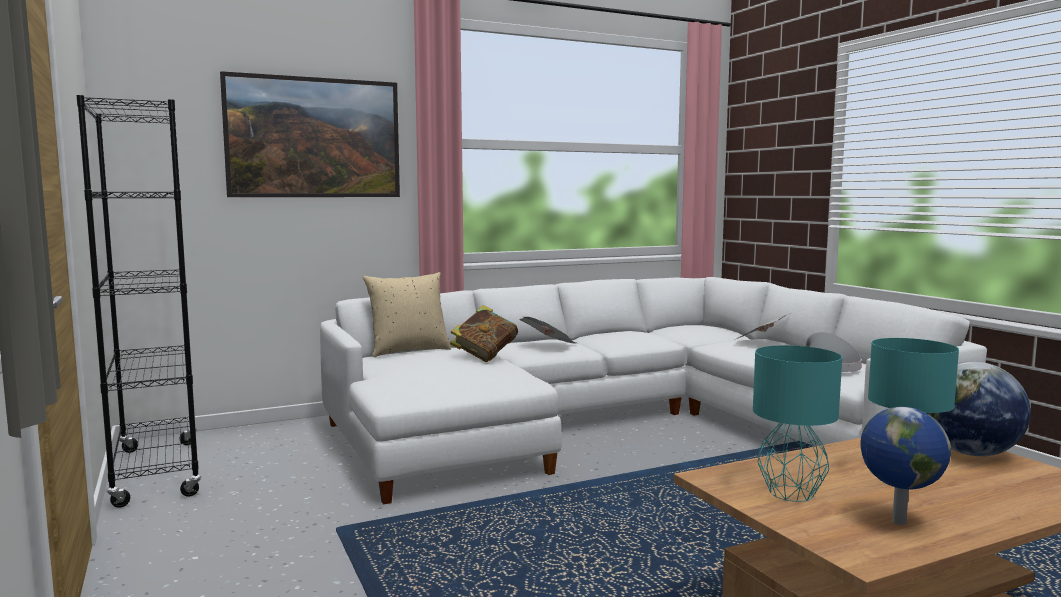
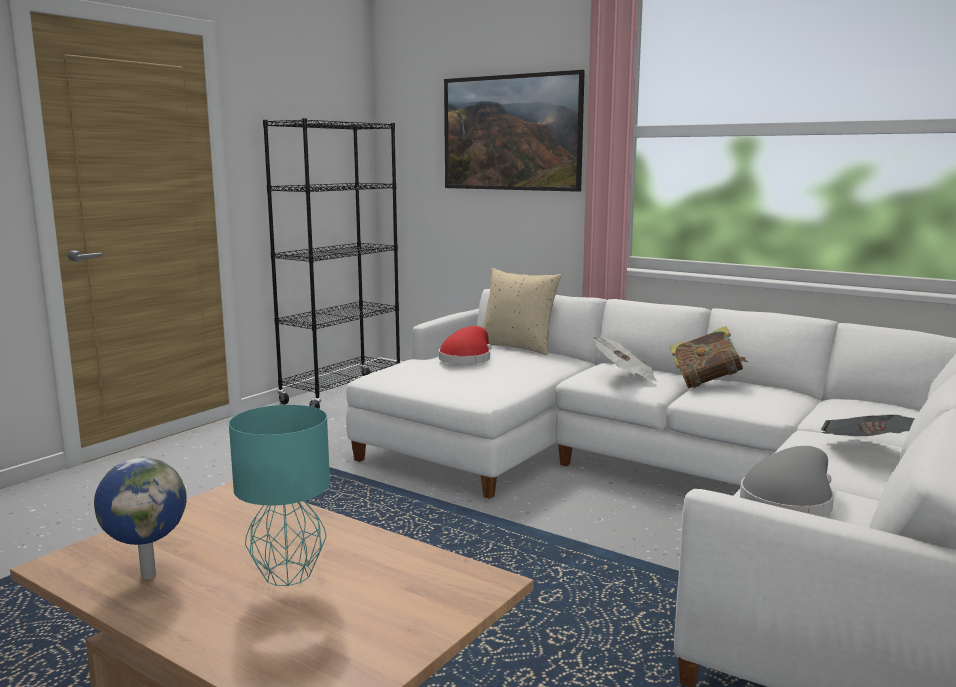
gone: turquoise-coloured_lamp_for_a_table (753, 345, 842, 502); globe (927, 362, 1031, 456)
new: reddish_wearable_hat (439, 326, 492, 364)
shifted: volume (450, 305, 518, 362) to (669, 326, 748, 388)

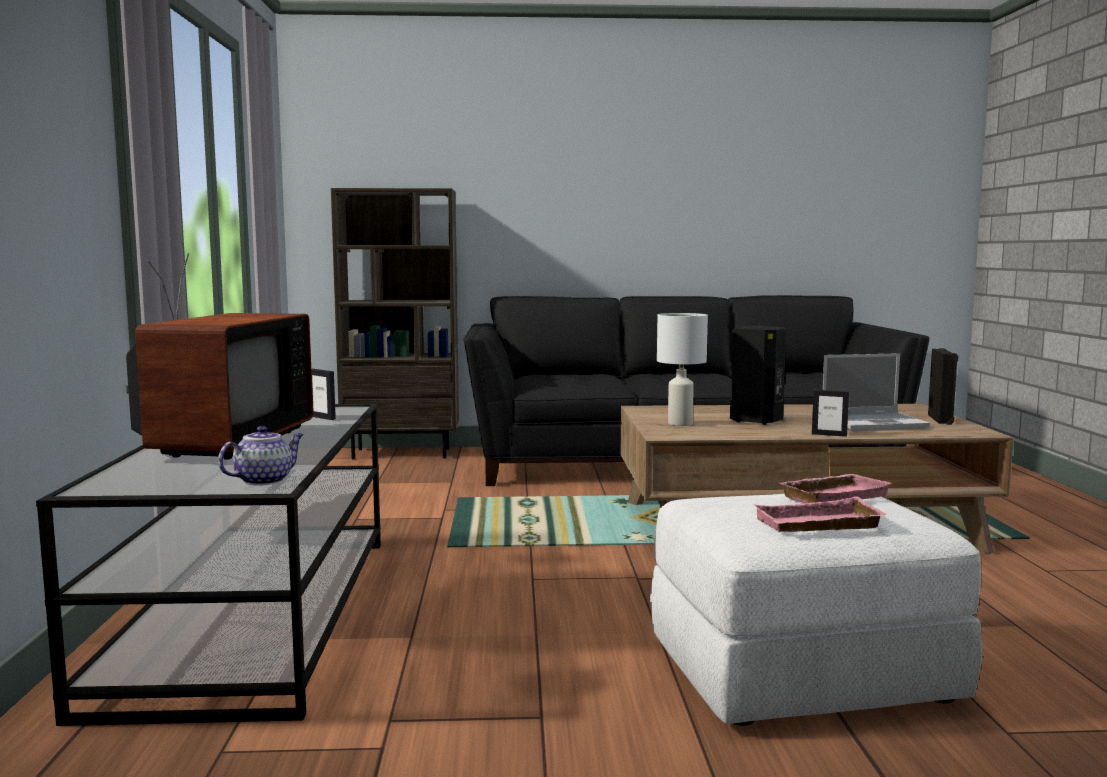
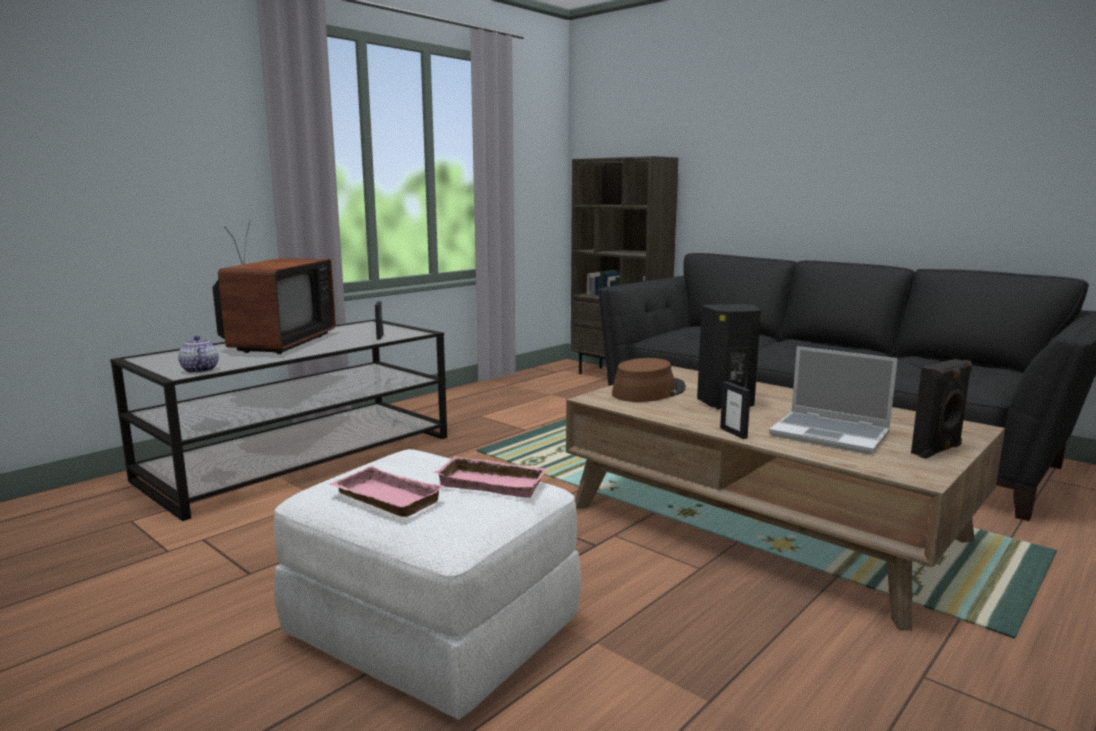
swapped: white-coloured_lamp_for_a_table (657, 313, 708, 426) to brown_wearable_hat (612, 358, 686, 402)
rotated: TV (126, 254, 313, 460) = (213, 220, 336, 354) 45 degrees counterclockwise; tea_pot (218, 426, 304, 486) = (178, 336, 219, 373) 120 degrees counterclockwise

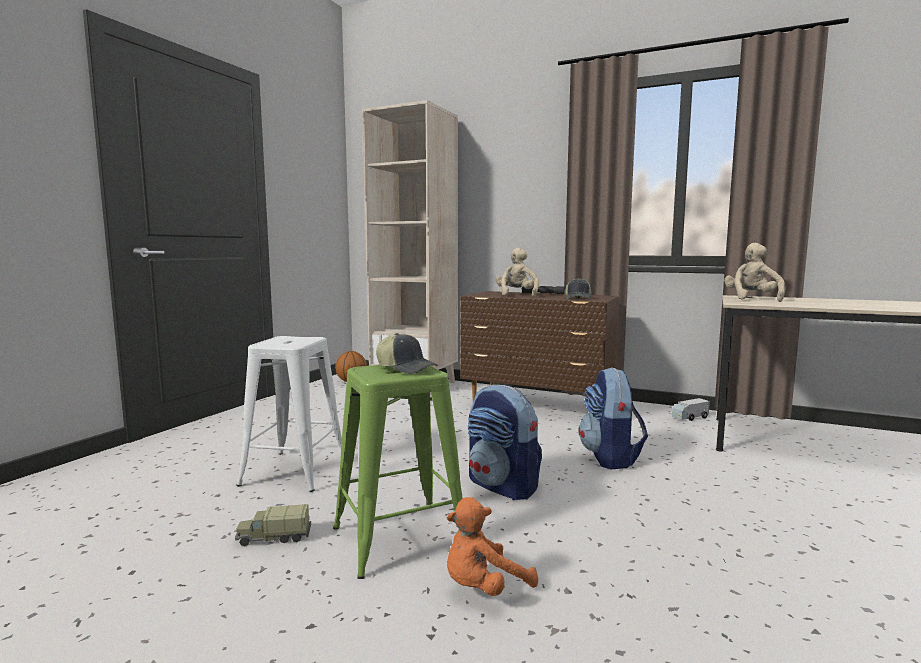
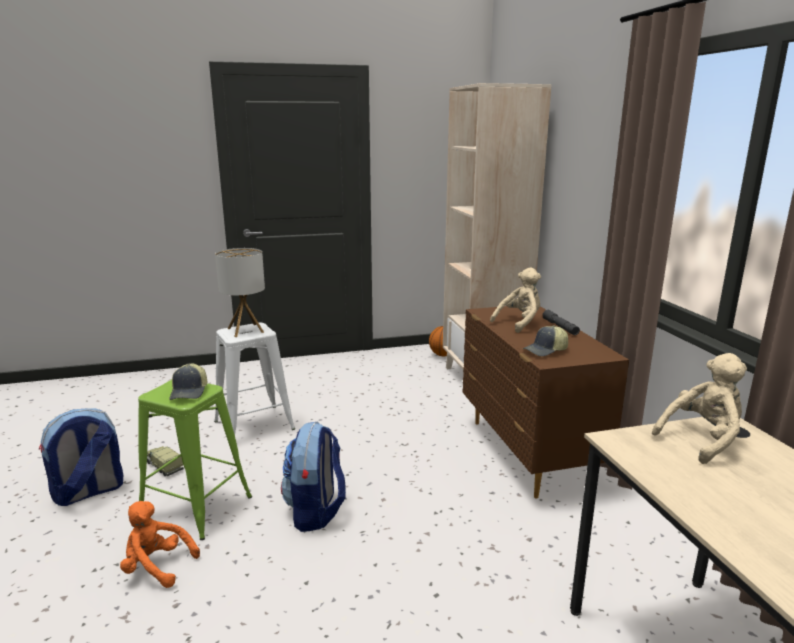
gone: toy_lorry (672, 398, 710, 421)
new: lamp_for_a_table (215, 248, 265, 337)
shifted: backpack (579, 367, 648, 469) to (39, 408, 123, 506)

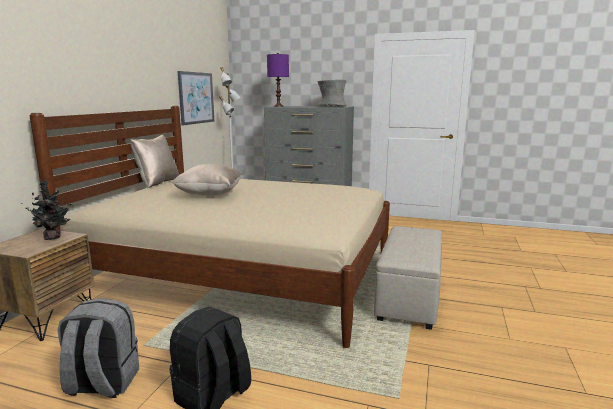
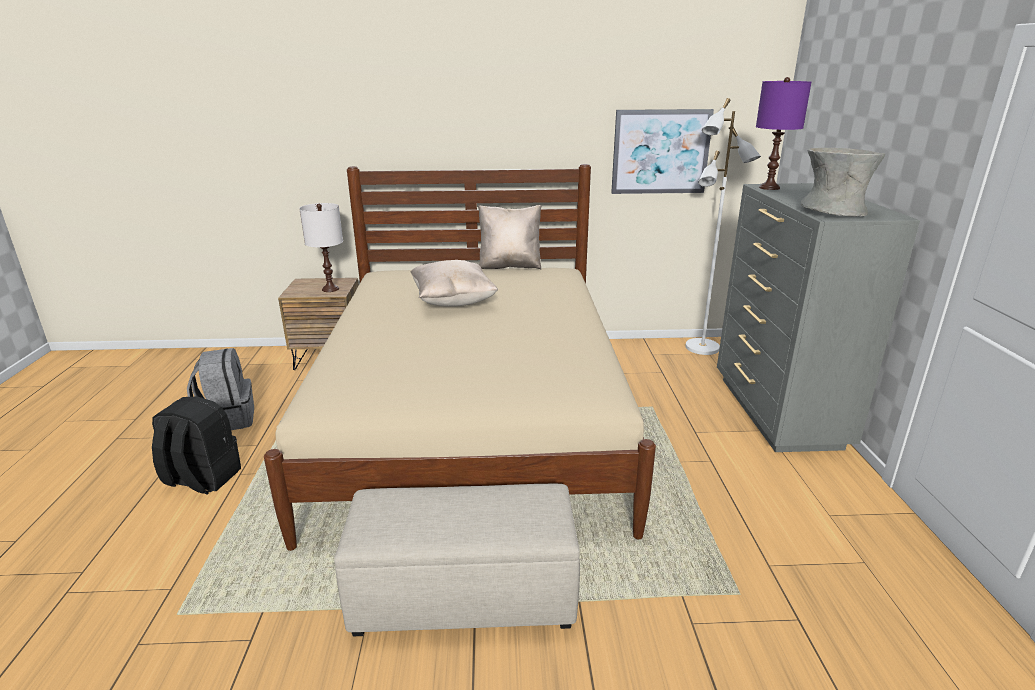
swapped: potted_plant (25, 179, 74, 240) to white-coloured_lamp_for_a_table (299, 203, 343, 292)

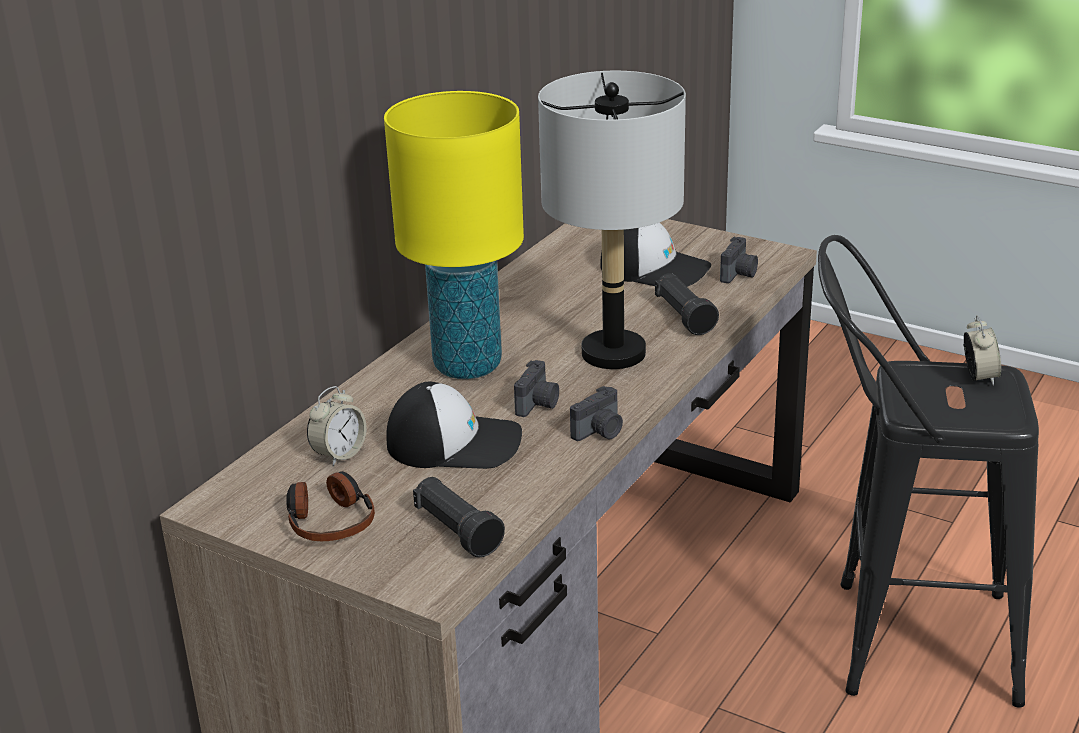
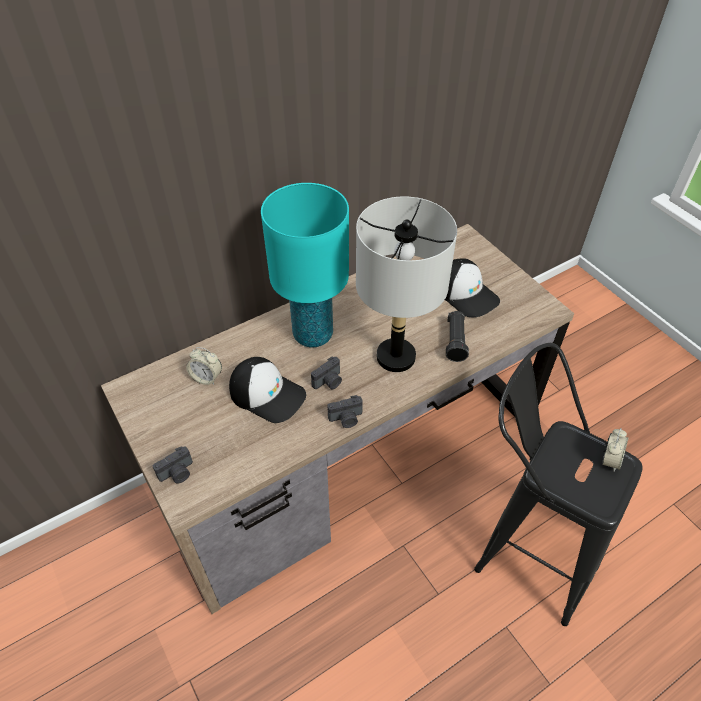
gone: pair_of_headphones (286, 471, 375, 541); blackish_hand_torch (413, 477, 505, 557)
shifted: photo_camera (720, 237, 758, 283) to (153, 446, 193, 483)
repainted: yellow-coloured_lamp_for_a_table (384, 91, 524, 379) to turquoise-coloured_lamp_for_a_table (261, 183, 349, 348)
rotated: bedside_clock (307, 386, 366, 466) = (186, 347, 222, 385) 45 degrees clockwise

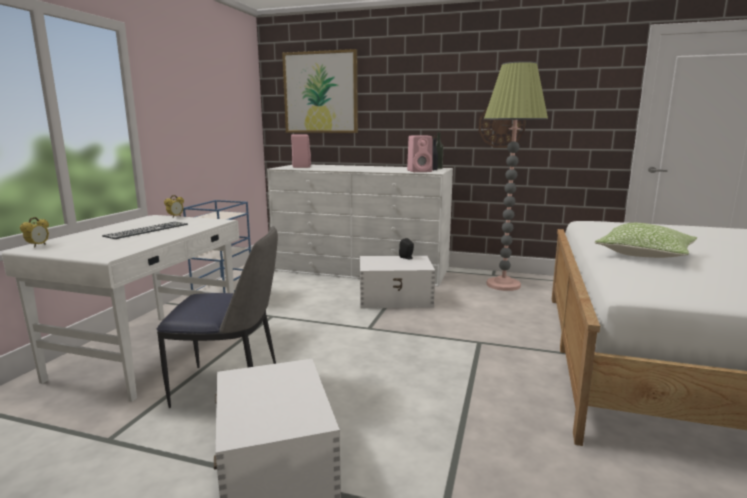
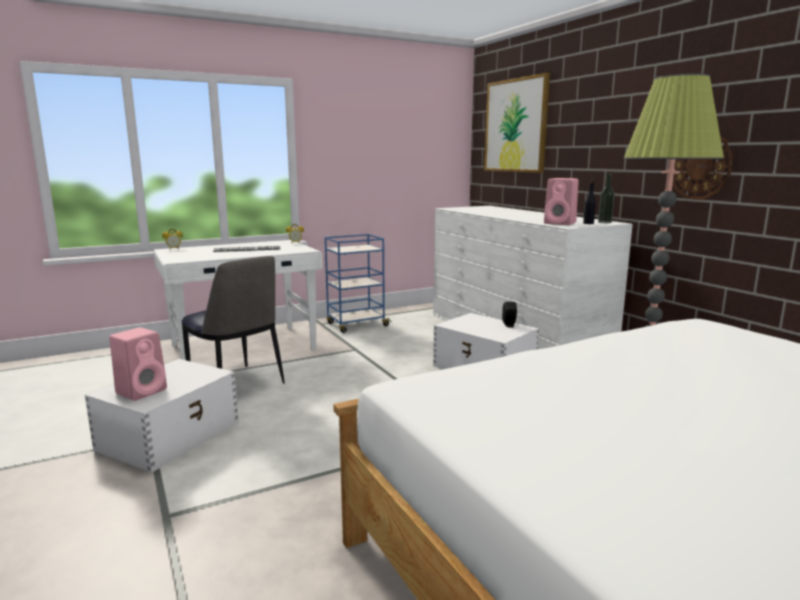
gone: pillow (594, 223, 697, 258)
shifted: pinkish_loudspeaker (291, 135, 311, 168) to (109, 327, 167, 401)

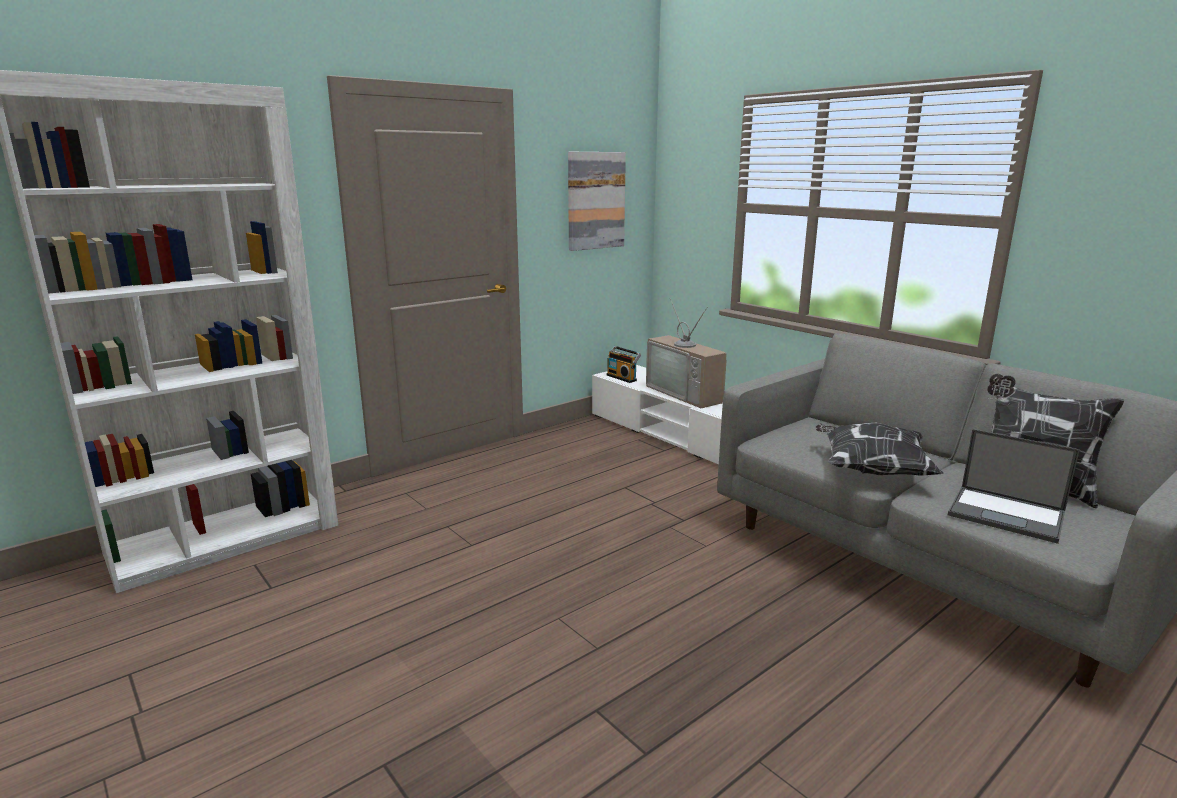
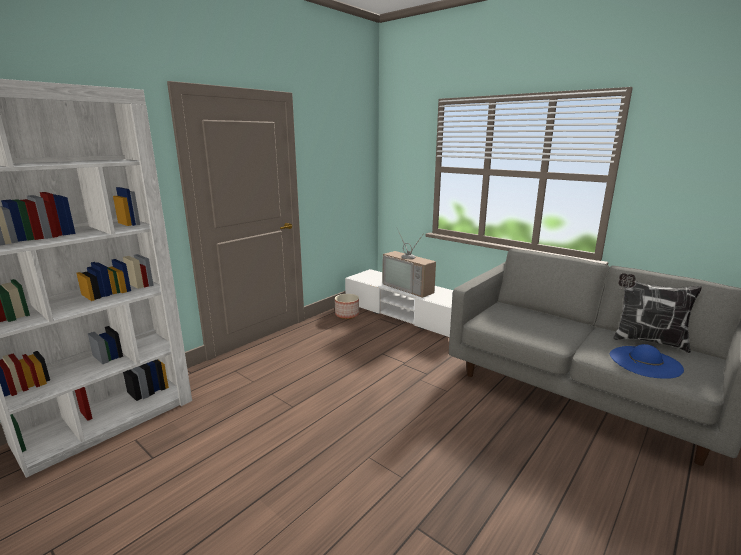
gone: wall_art (568, 152, 626, 251); radio (606, 346, 641, 383); pillow (815, 423, 944, 476)
new: planter (335, 294, 359, 319)
swapped: portable_computer (948, 429, 1080, 544) to blue-coloured_wearable_hat (610, 344, 684, 379)

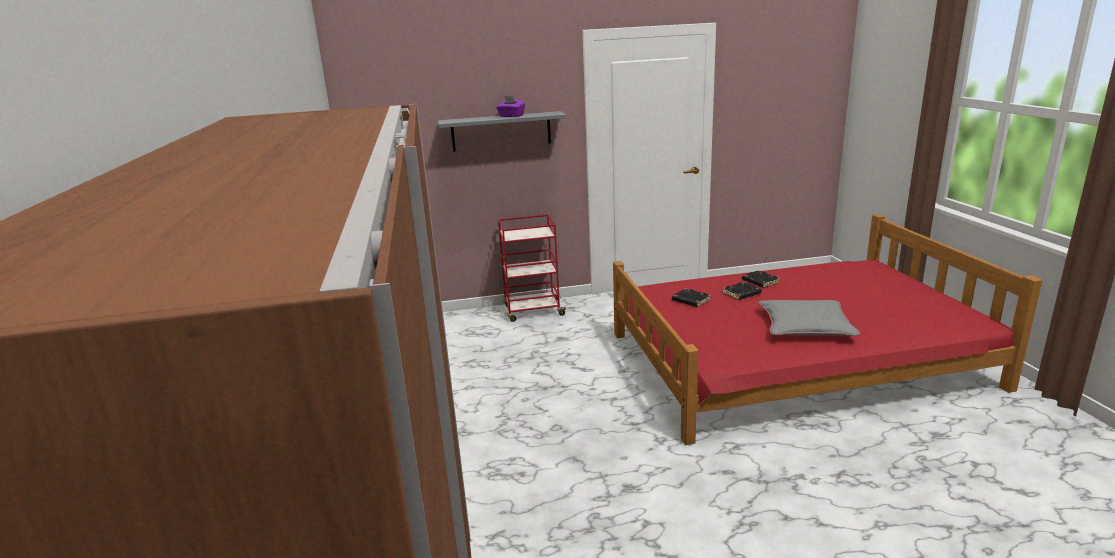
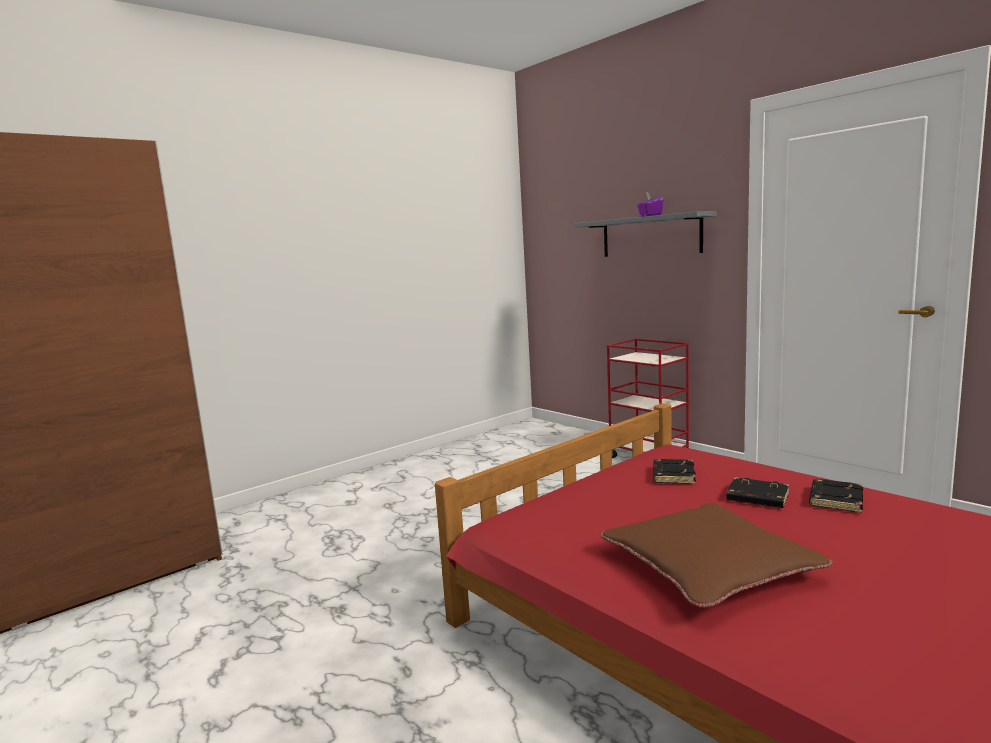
repainted: grey_pillow (758, 300, 860, 336) to brown_pillow (600, 503, 833, 608)

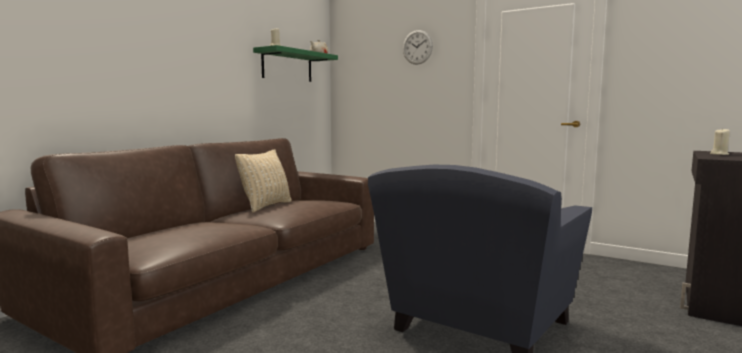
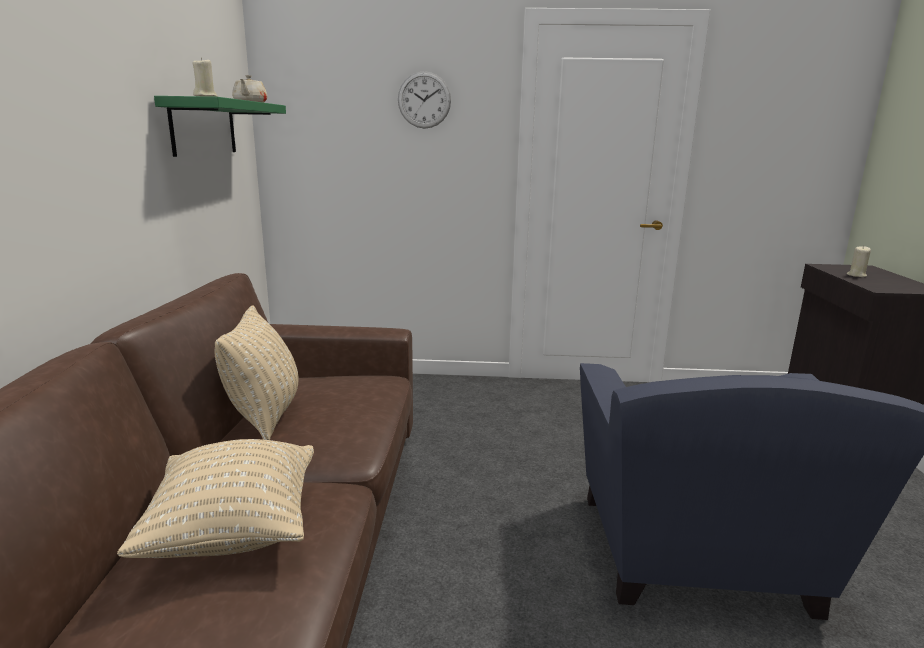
new: beige_pillow (117, 439, 314, 558)

